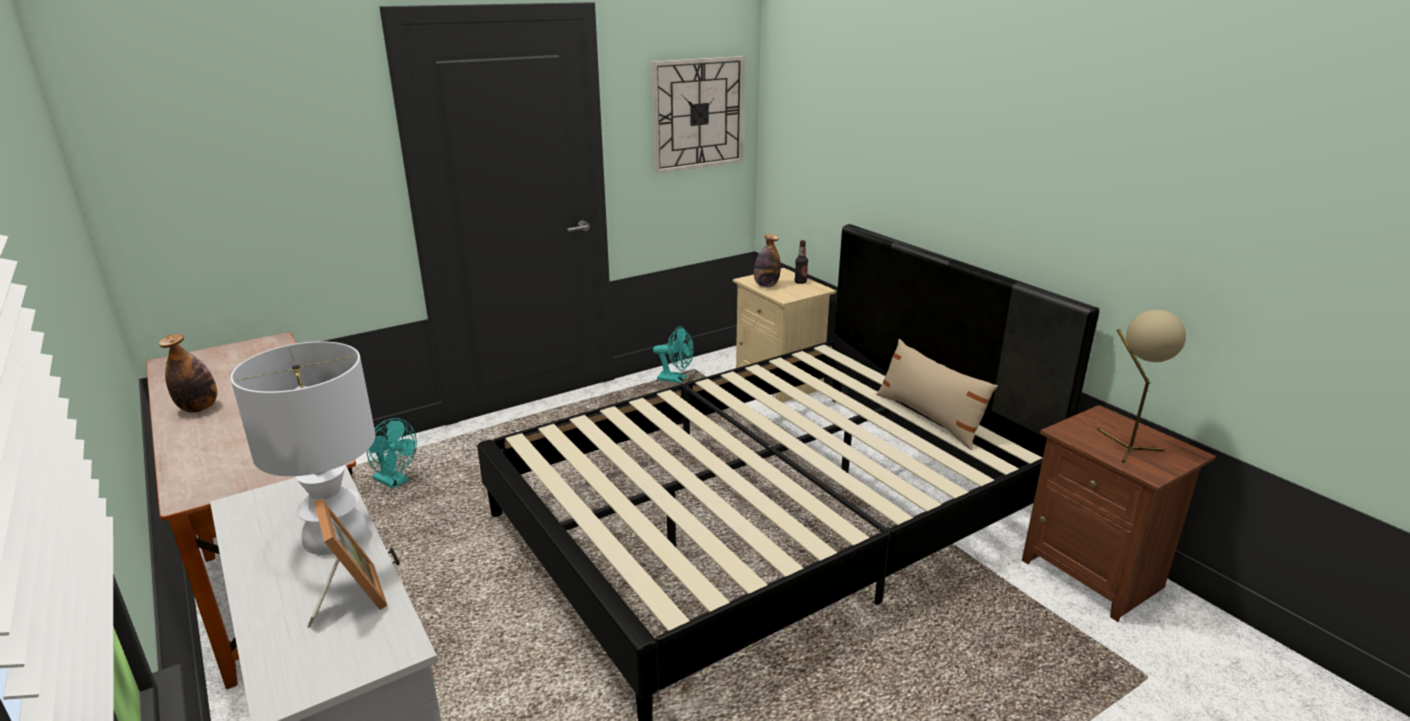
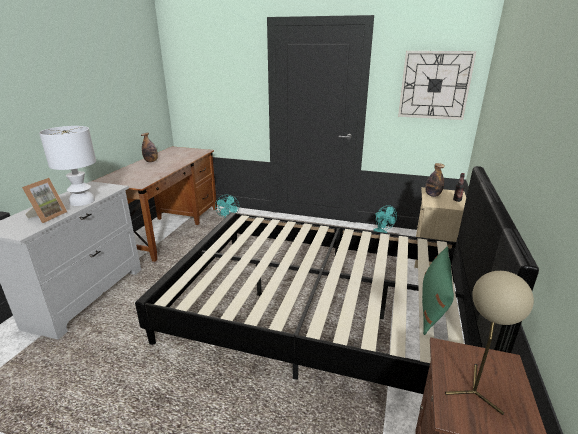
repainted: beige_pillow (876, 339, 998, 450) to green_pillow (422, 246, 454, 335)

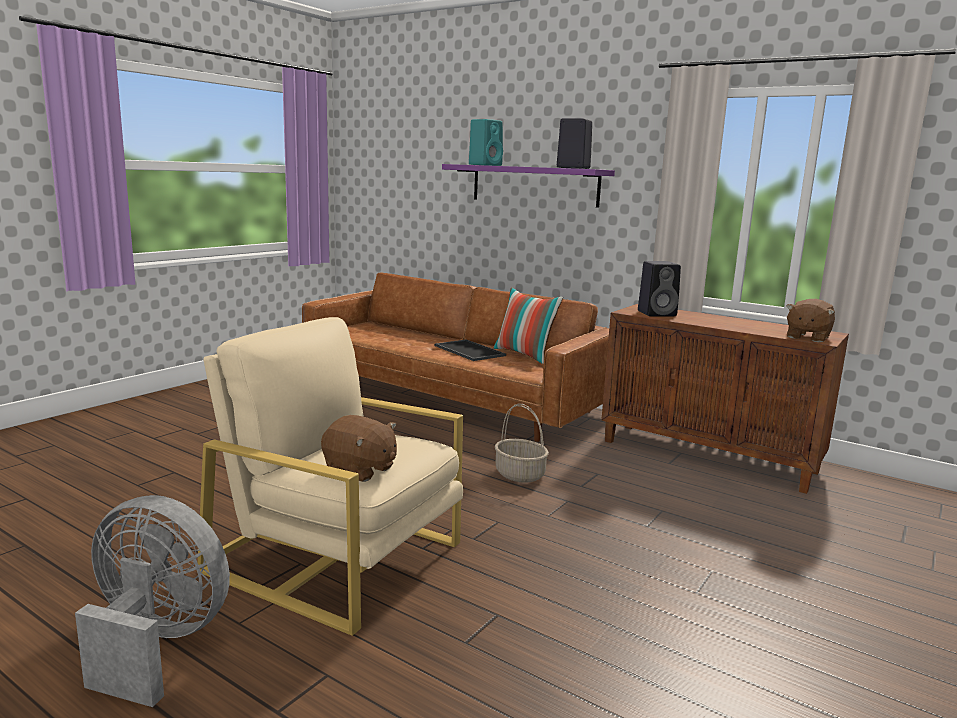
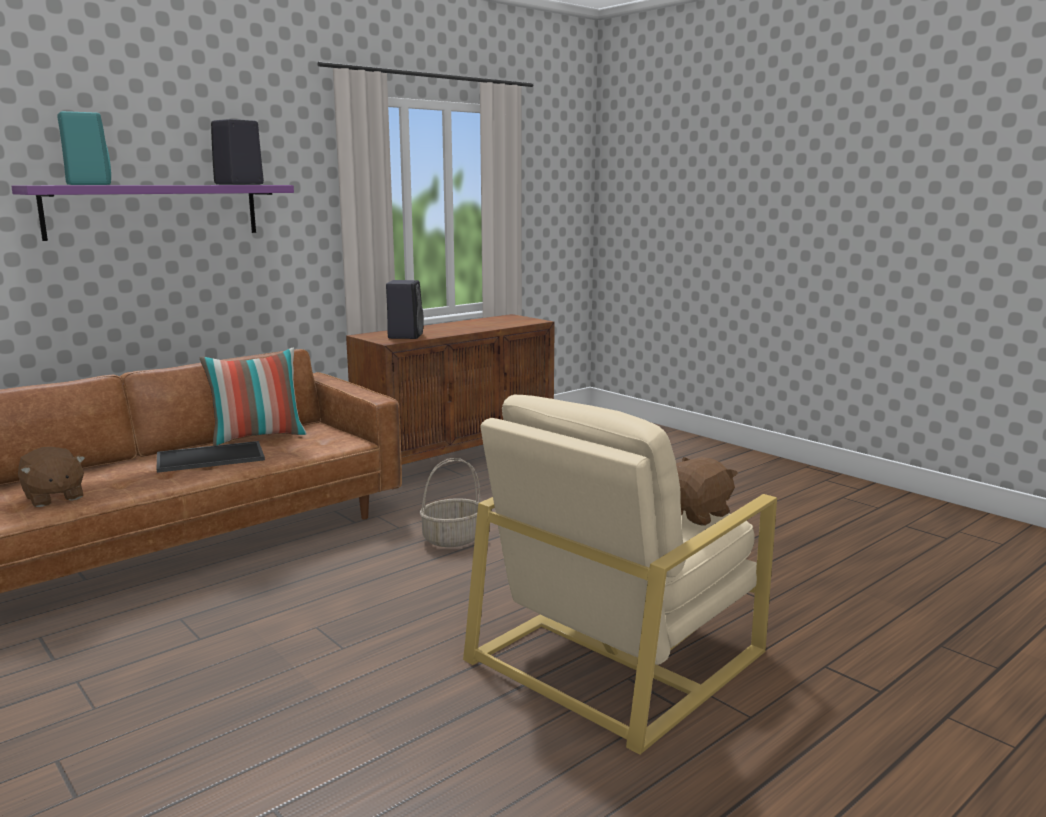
gone: grey_electric_fan (75, 495, 230, 707)
shifted: brown_cuddly_toy (786, 299, 835, 342) to (18, 447, 85, 507)

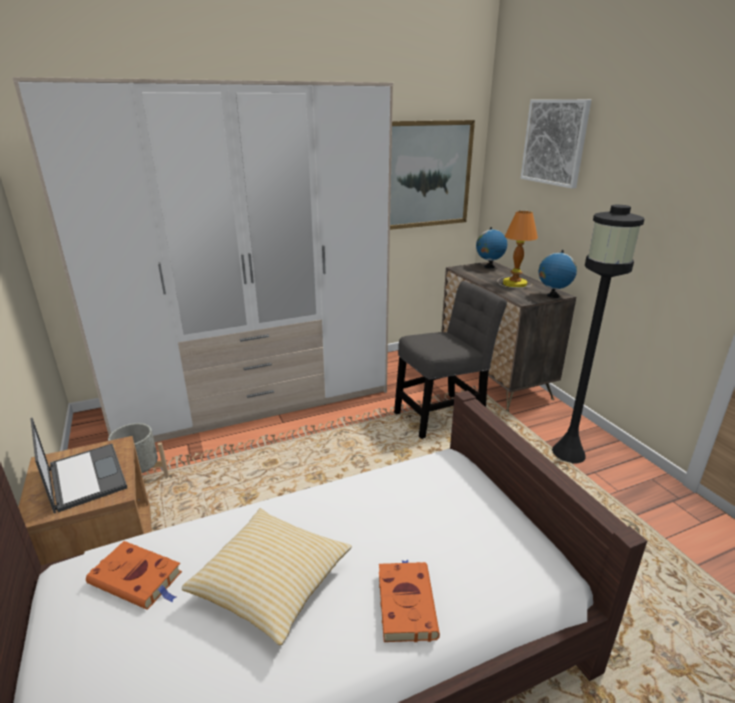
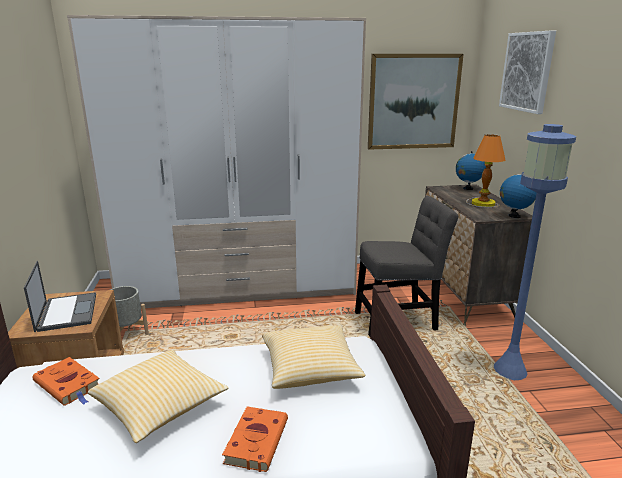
new: pillow (262, 325, 365, 389)
repainted: blackish_standing_lamp (552, 205, 644, 464) to blue-coloured_standing_lamp (494, 124, 576, 380)

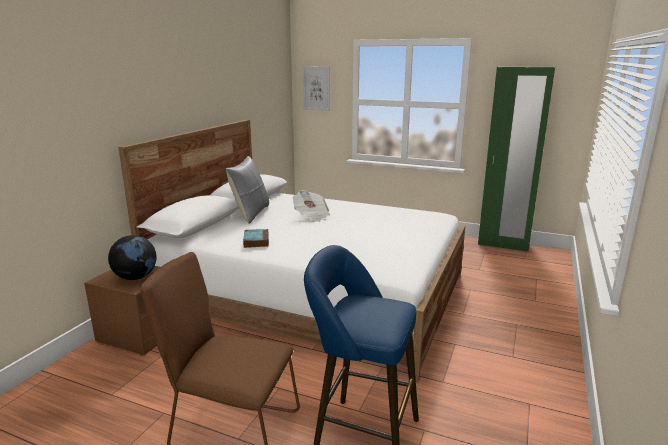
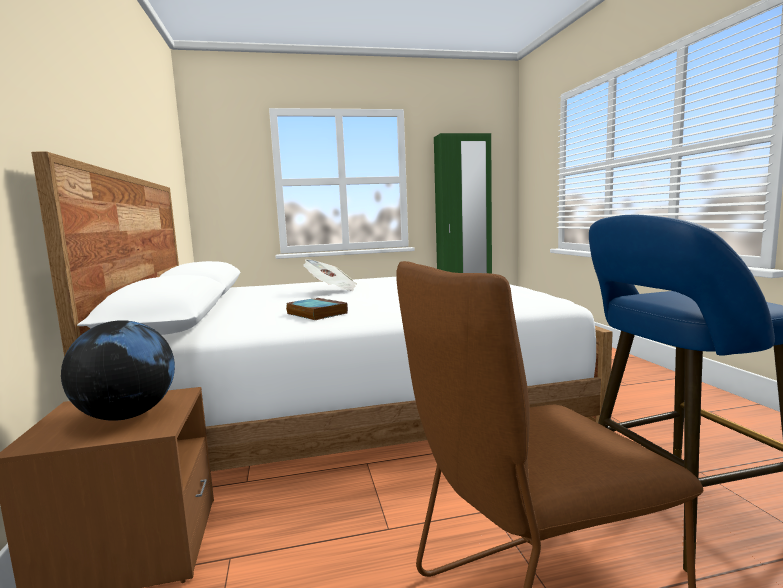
gone: wall_art (303, 67, 330, 111); grey_pillow (226, 156, 269, 224)

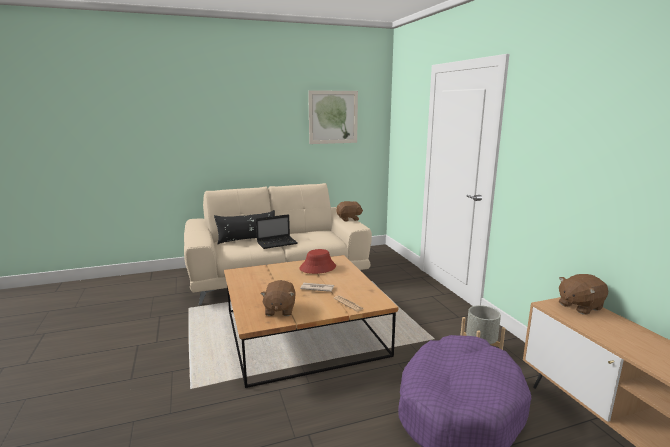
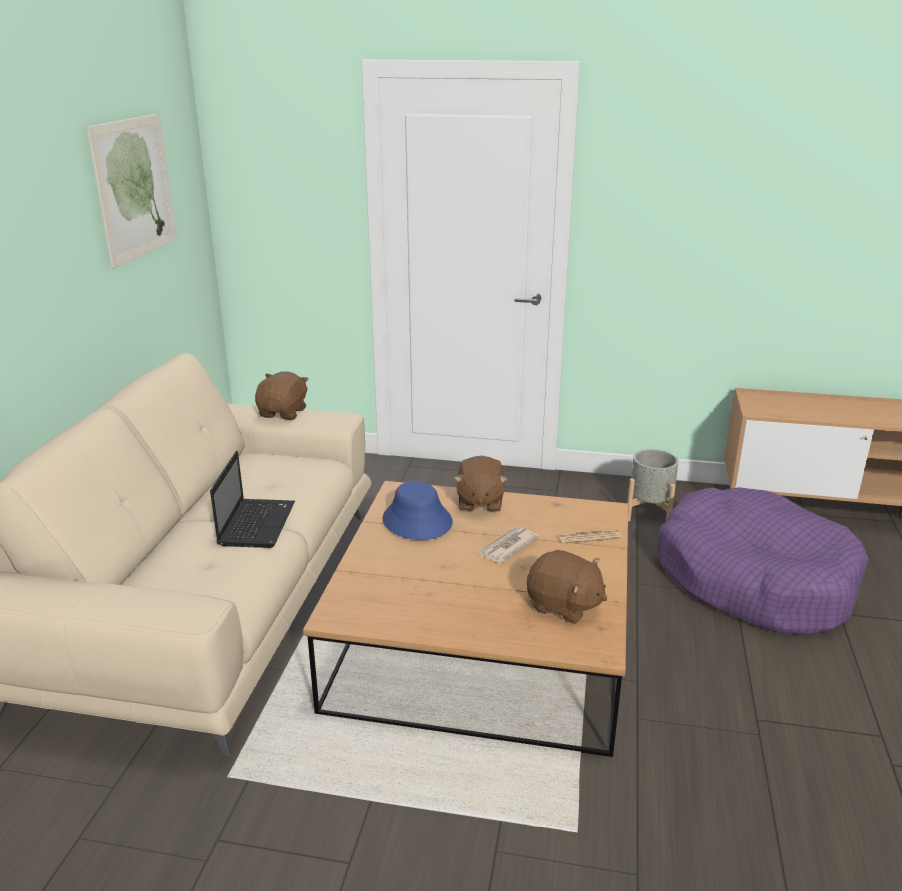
gone: blackish_pillow (214, 210, 275, 244)
shifted: brown_cuddly_toy (559, 274, 608, 315) to (454, 455, 508, 513)
repainted: reddish_wearable_hat (300, 249, 336, 274) to blue-coloured_wearable_hat (383, 481, 453, 540)

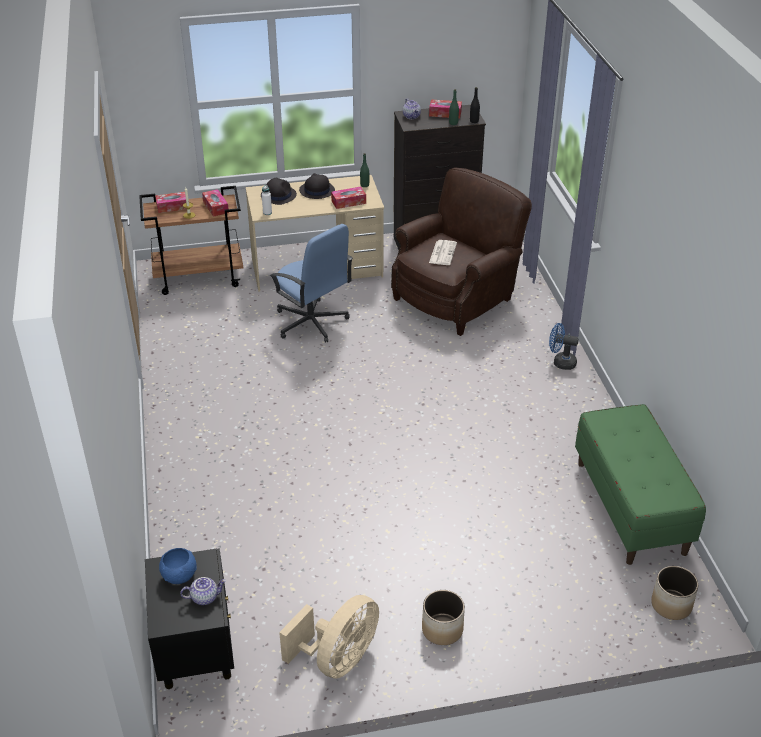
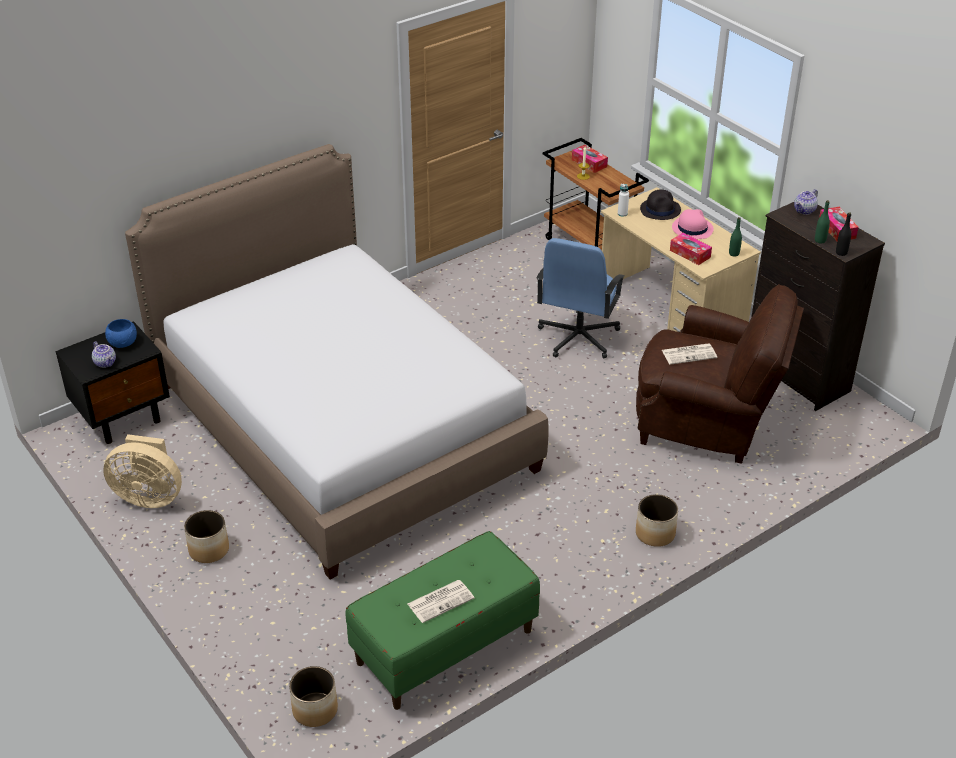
gone: tissue_holder (202, 189, 229, 217)
new: bedroom_bed (125, 144, 549, 579); daily_paper (407, 580, 475, 623)
swapped: blue-coloured_electric_fan (549, 323, 579, 370) to planter (636, 494, 678, 547)
repainted: blackish_wearable_hat (299, 173, 335, 199) to pinkish_wearable_hat (672, 209, 714, 239)

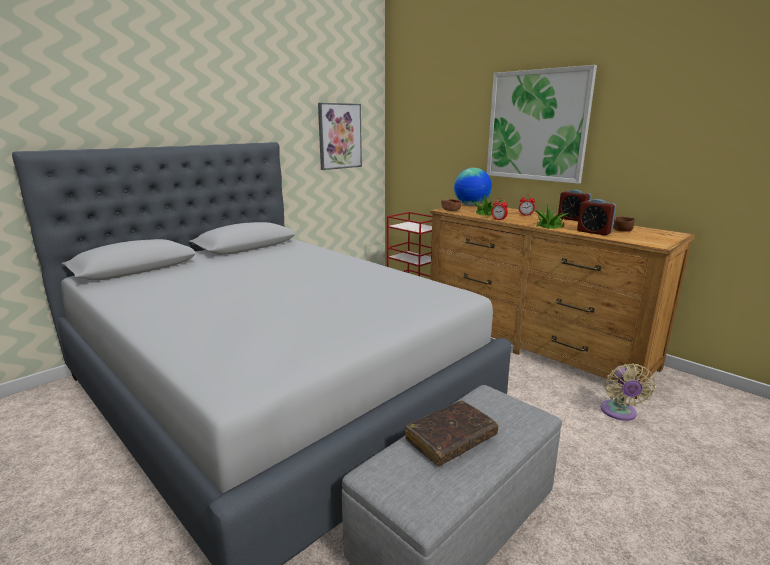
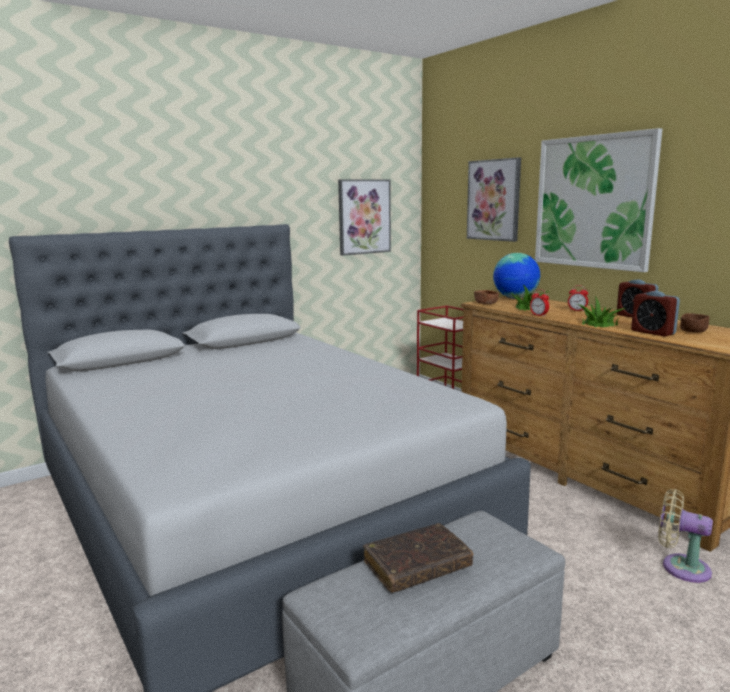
new: wall_art (467, 157, 521, 242)
rotated: beige_electric_fan (601, 364, 655, 421) = (658, 489, 713, 583) 105 degrees clockwise

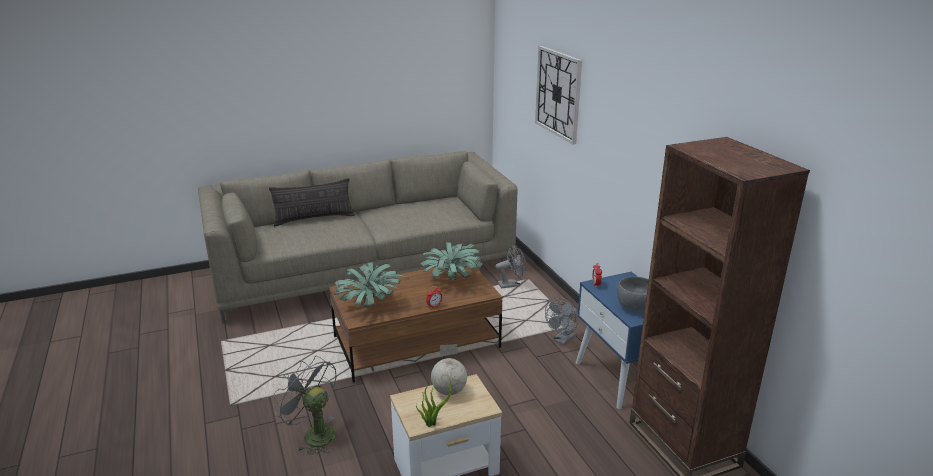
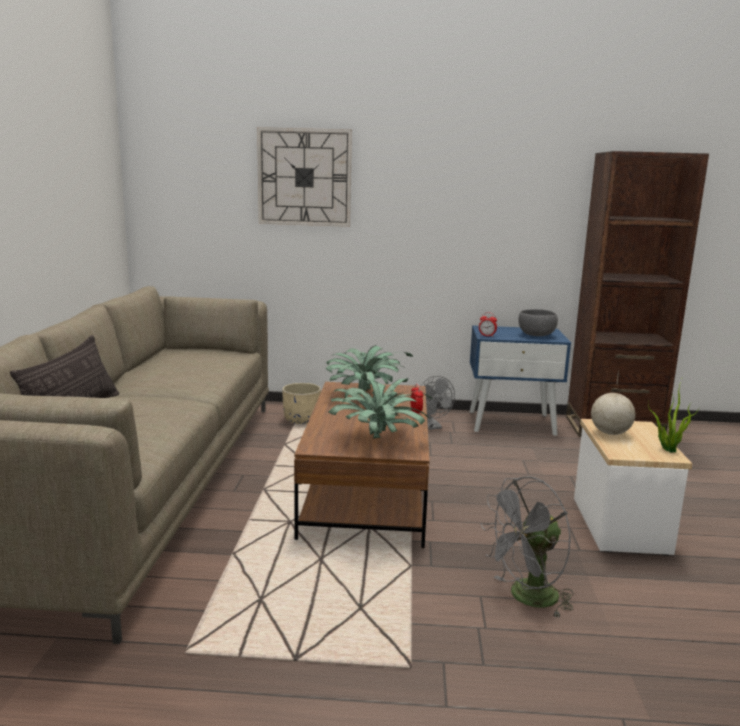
swapped: grey_electric_fan (495, 245, 526, 289) to beige_planter (282, 383, 321, 424)

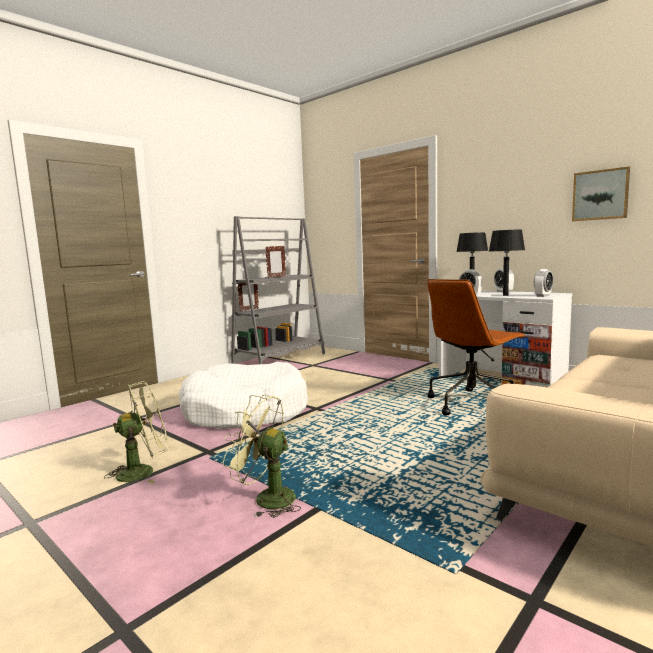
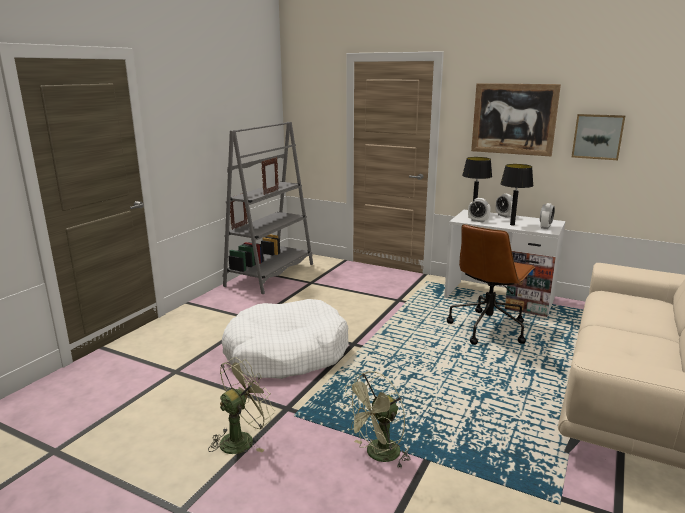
new: wall_art (471, 83, 561, 156)
rotated: green_electric_fan (223, 395, 301, 518) = (342, 371, 410, 469) 45 degrees counterclockwise

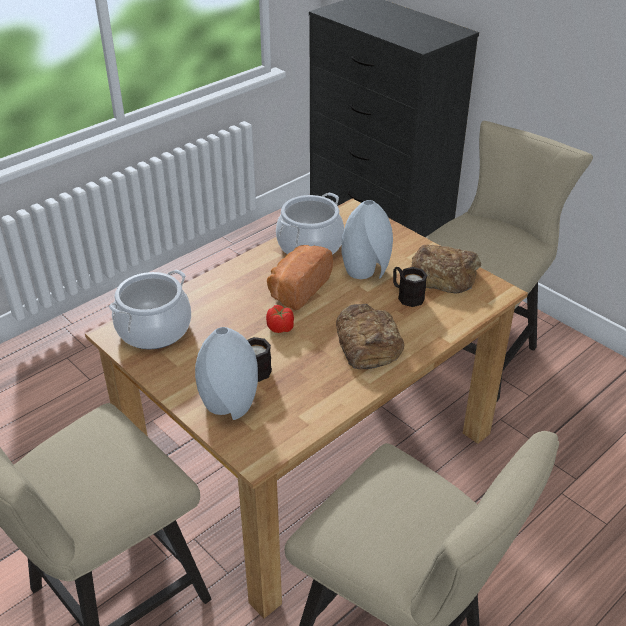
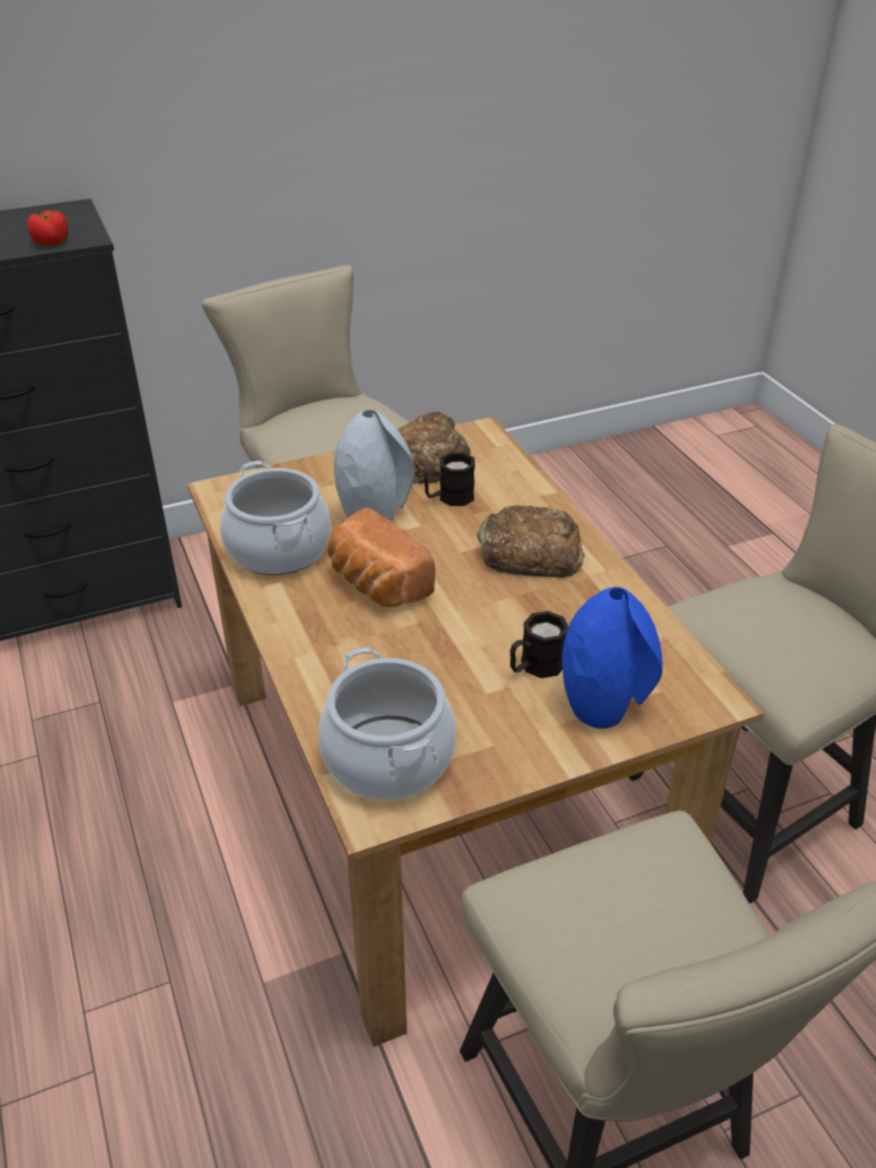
shifted: tomato (266, 305, 294, 333) to (27, 211, 68, 246)
repainted: grey_flower_vase (195, 327, 258, 420) to blue-coloured_flower_vase (562, 587, 662, 728)

